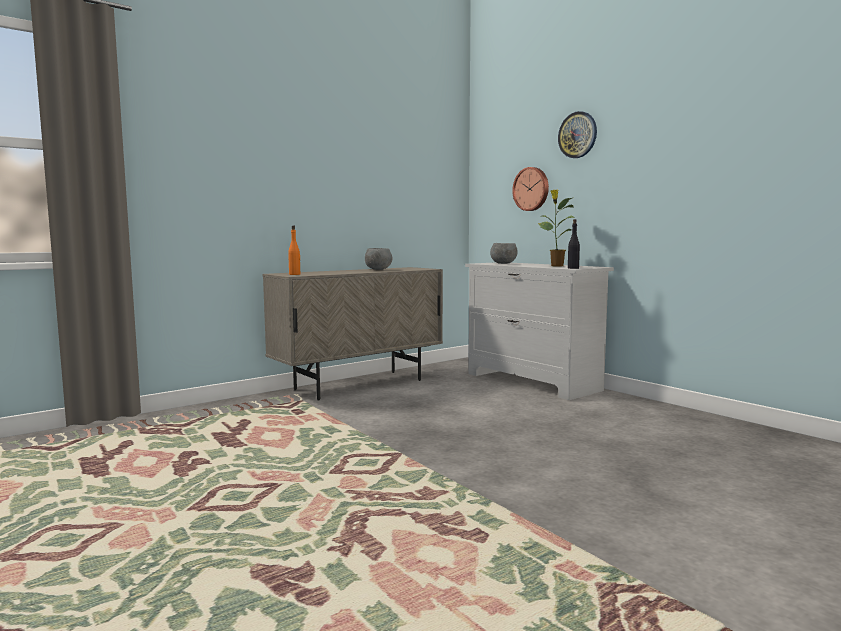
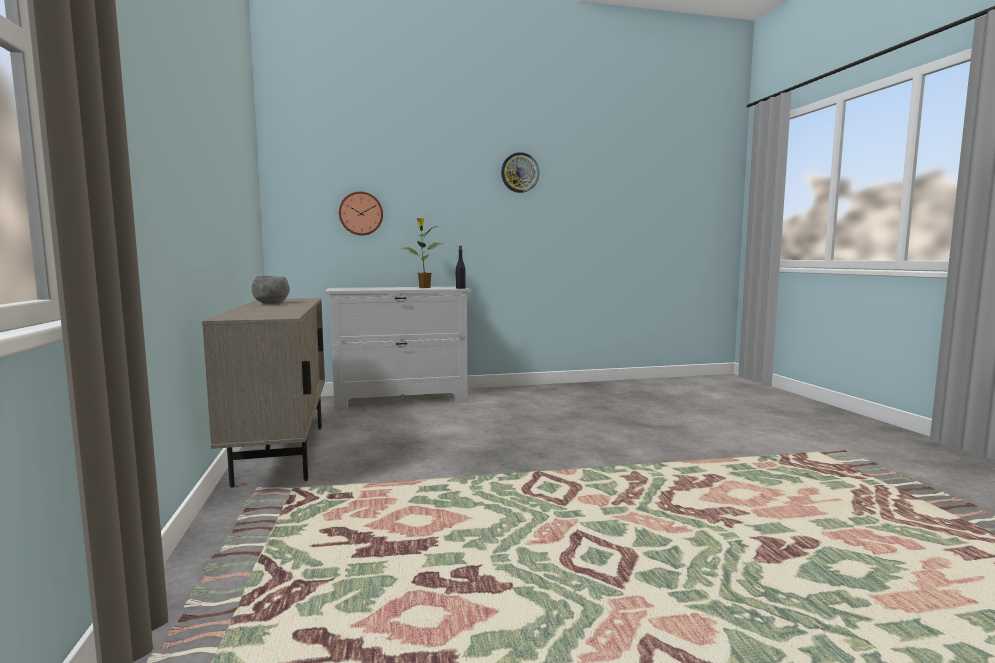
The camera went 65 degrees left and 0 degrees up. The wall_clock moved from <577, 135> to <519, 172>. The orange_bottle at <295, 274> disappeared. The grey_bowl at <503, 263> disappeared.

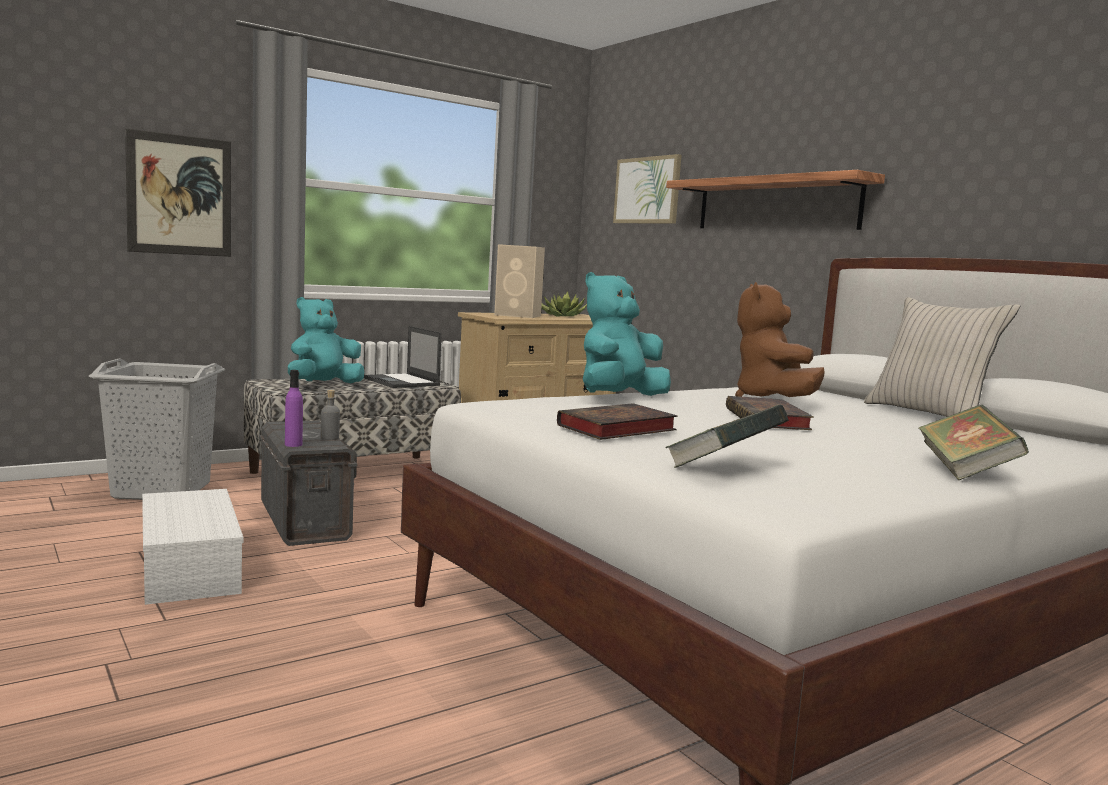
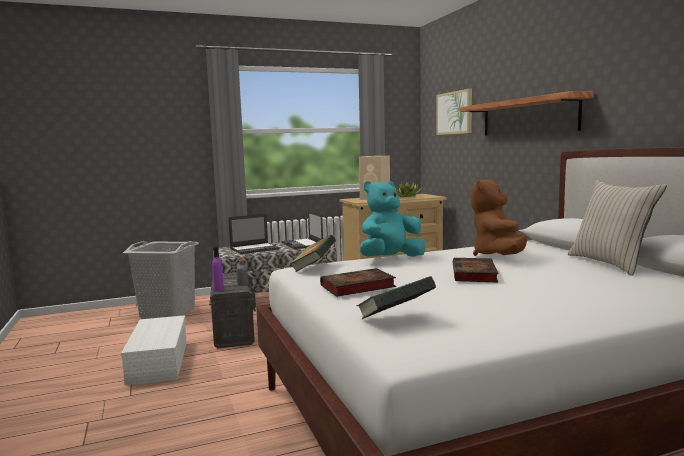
The camera went 15 degrees right and 0 degrees up. The turquoise_plush_toy at <323, 384> was replaced by the laptop at <255, 249>. The book moved from <965, 471> to <314, 267>. The picture at <180, 195> disappeared.

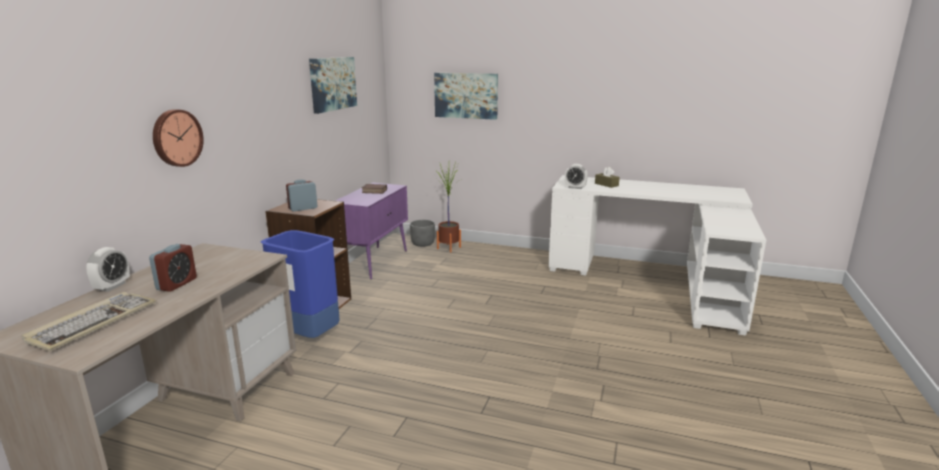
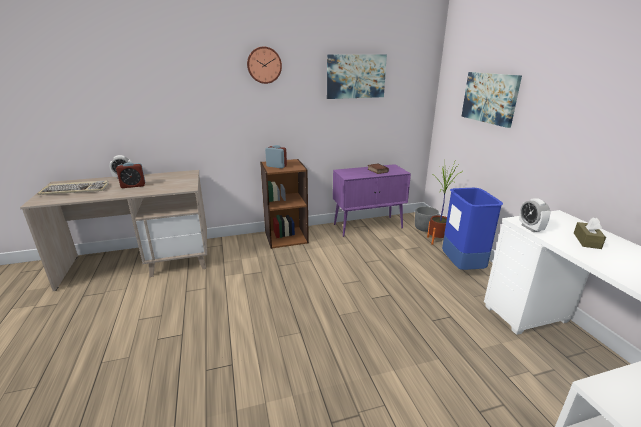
The camera went 55 degrees right and 5 degrees up. The wall_clock moved from <176, 138> to <264, 65>. The blue_trash_can moved from <307, 336> to <461, 266>.

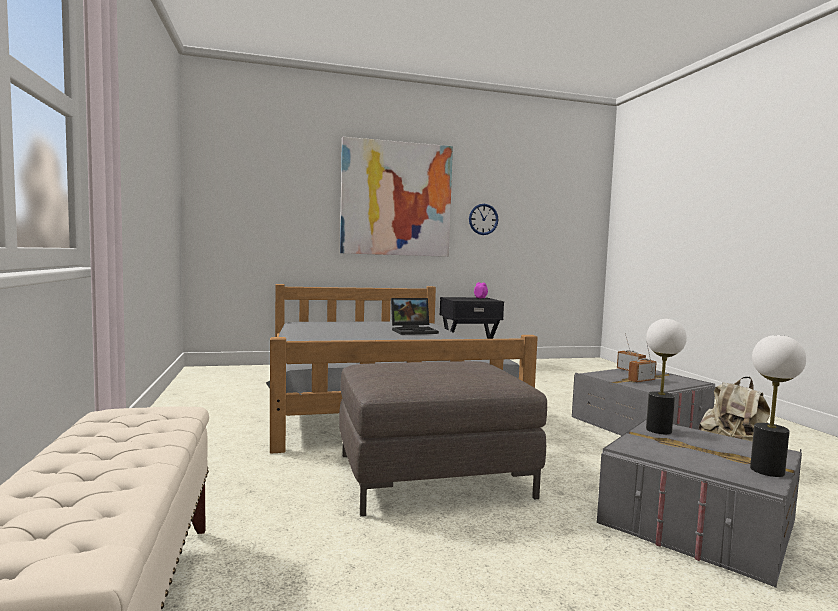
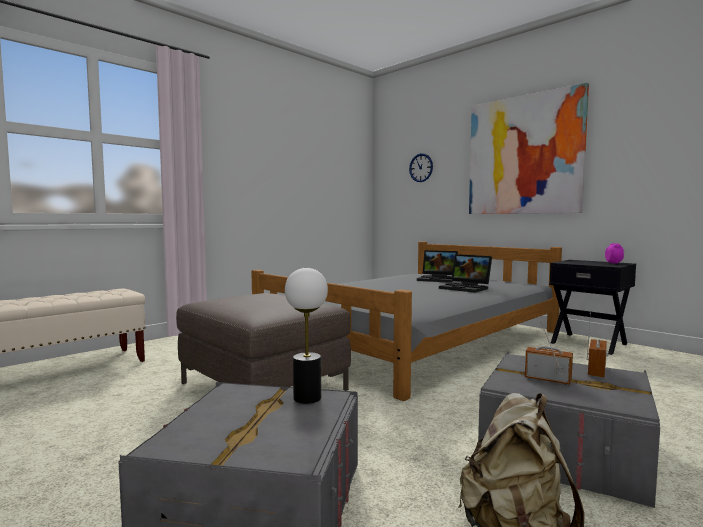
The camera went 60 degrees right and 0 degrees up. The wall_clock moved from <483, 219> to <421, 167>. The laptop at <438, 279> appeared. The table_lamp at <766, 470> disappeared.

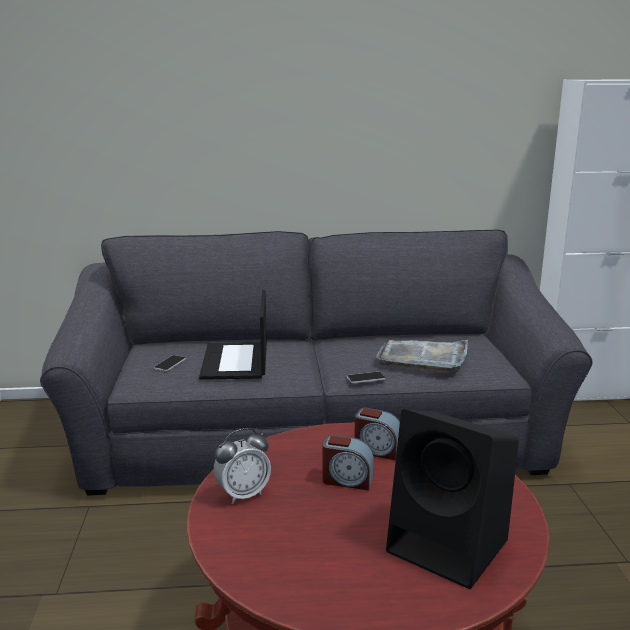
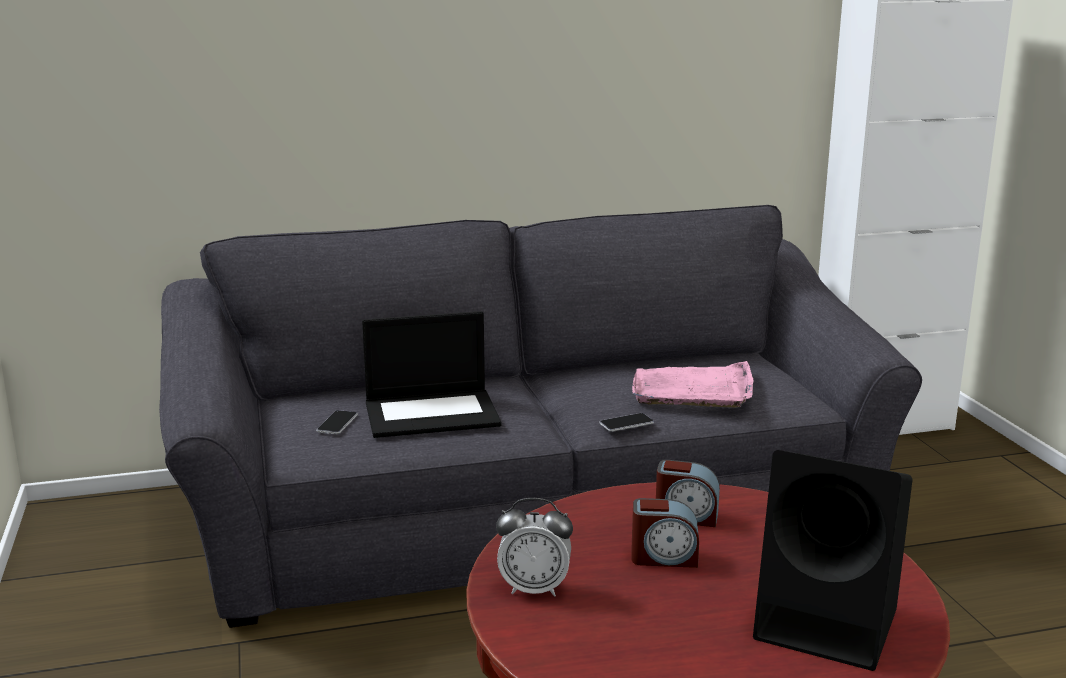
The camera went 10 degrees left and 0 degrees up. The laptop at <236, 361> turned 90 degrees counterclockwise. The alarm_clock at <243, 494> turned 45 degrees clockwise. The grey_tray at <423, 357> became the pink_tray at <693, 390>.

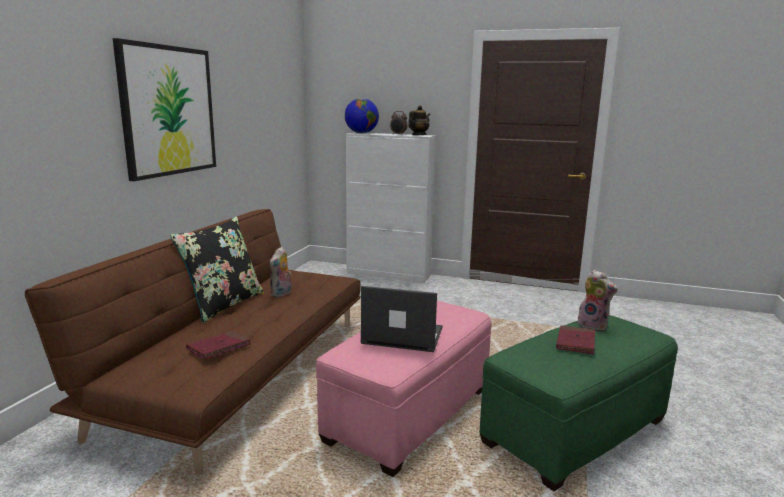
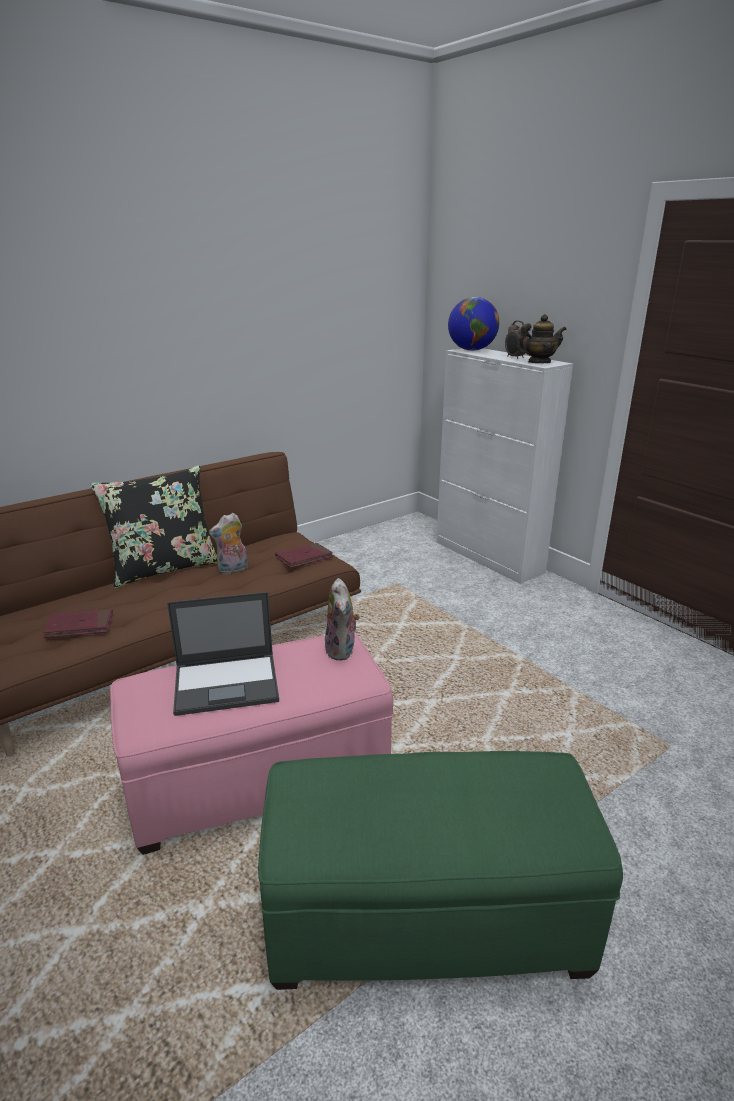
The camera went 35 degrees right and 10 degrees up. The laptop at <401, 335> turned 120 degrees clockwise. The red_book moved from <575, 342> to <304, 558>. The plush_toy moved from <594, 326> to <342, 650>. The picture at <168, 111> disappeared.

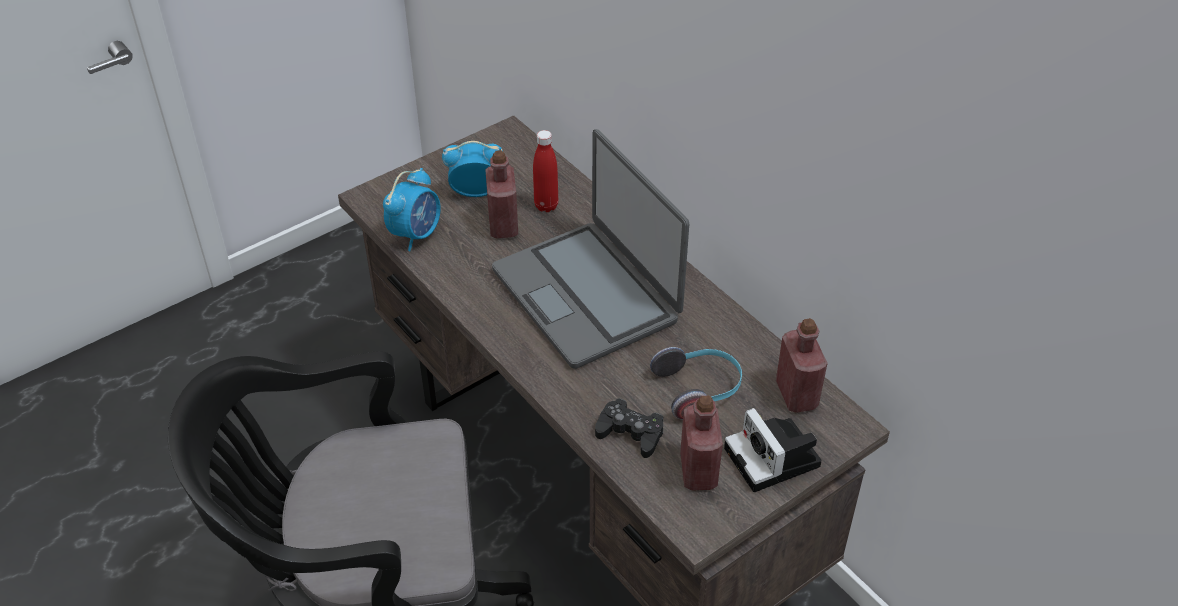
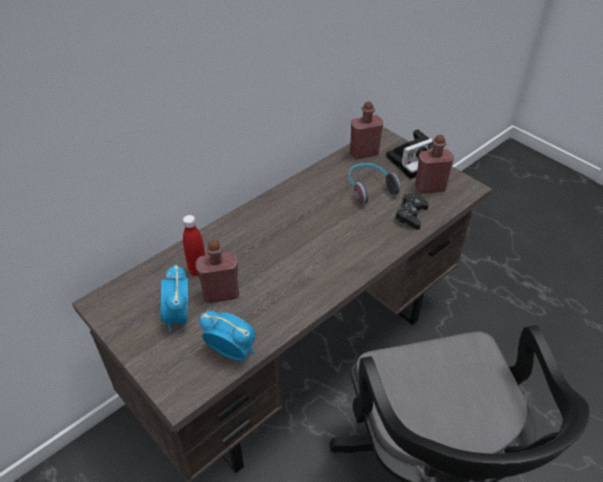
The camera went 95 degrees left and 0 degrees up. The laptop at <587, 294> disappeared.

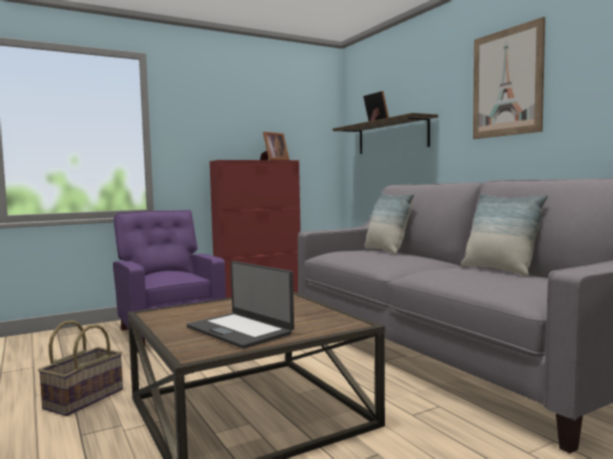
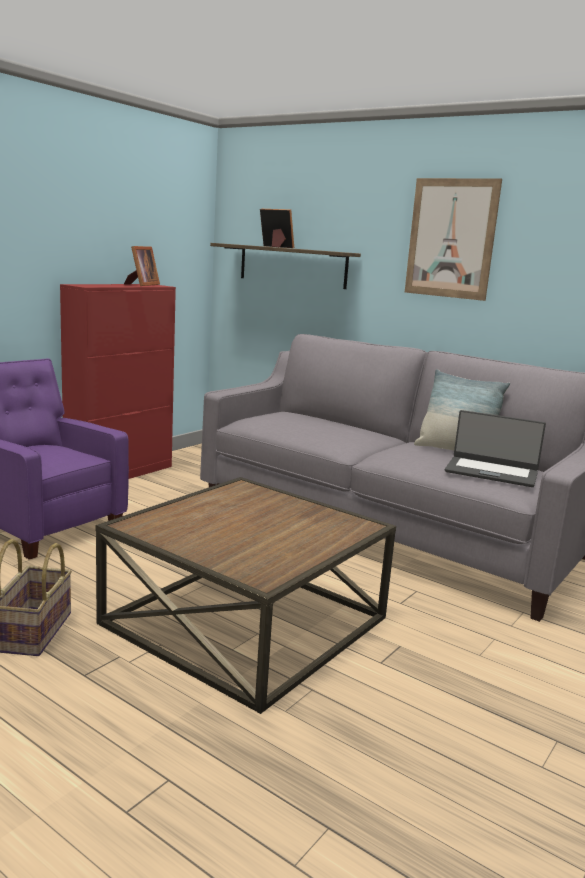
The camera went 25 degrees left and 10 degrees up. The laptop moved from <240, 330> to <491, 472>. The pillow at <386, 251> disappeared.

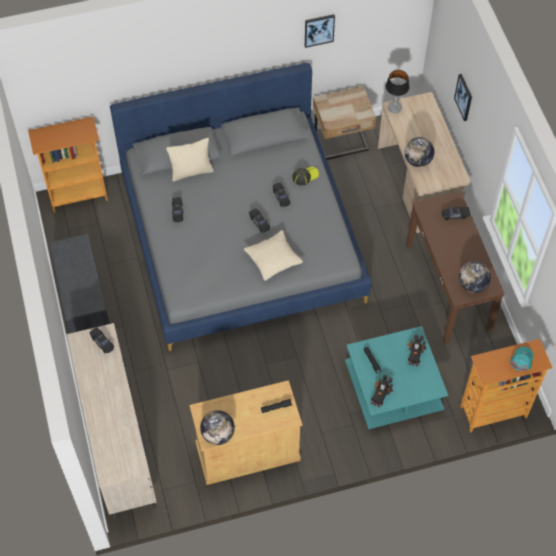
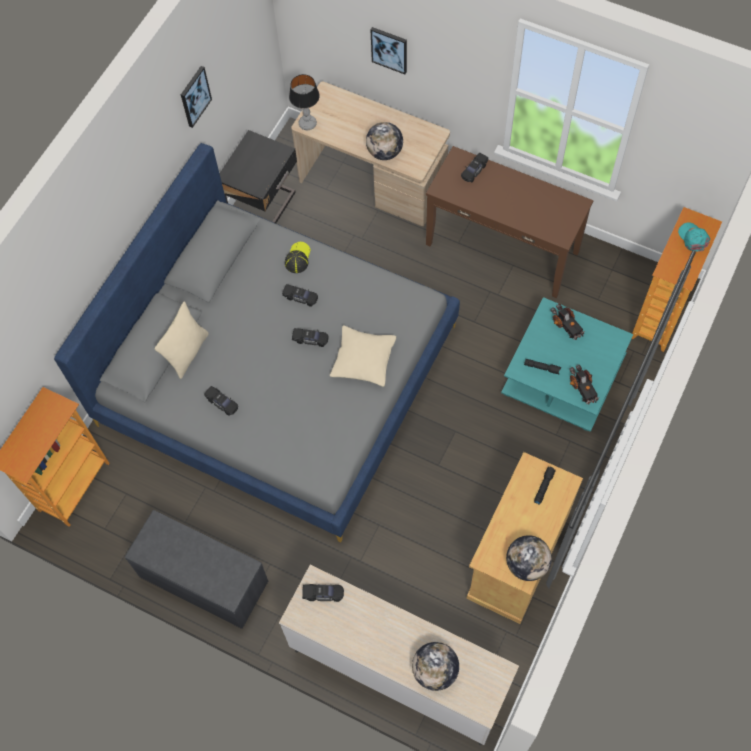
The camera went 45 degrees left and 5 degrees up. The beige_nightstand at <342, 143> became the black_nightstand at <264, 207>. The globe moved from <472, 285> to <435, 671>.

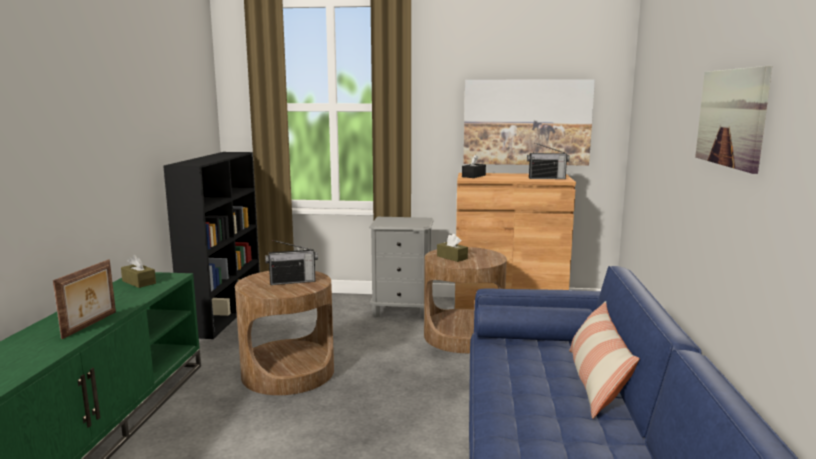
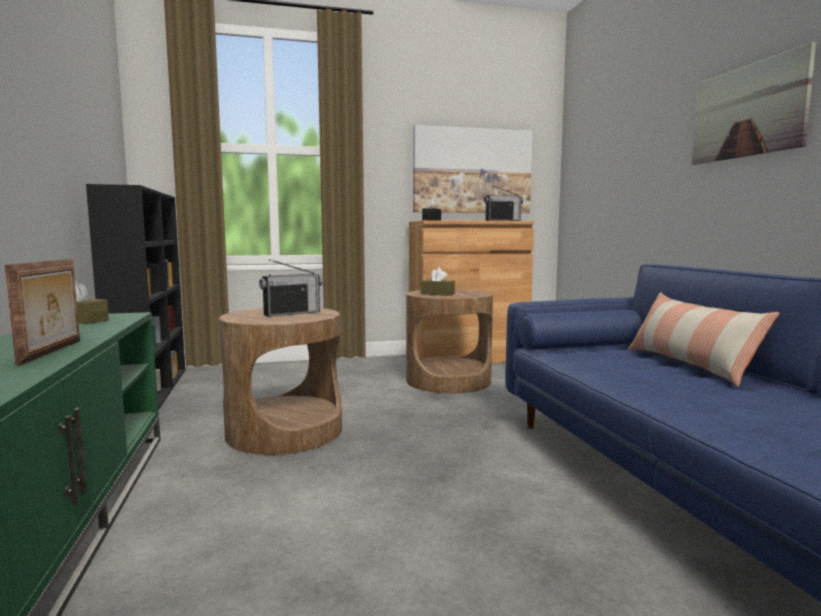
The camera went 20 degrees left and 5 degrees down. The grey_nightstand at <402, 310> disappeared.

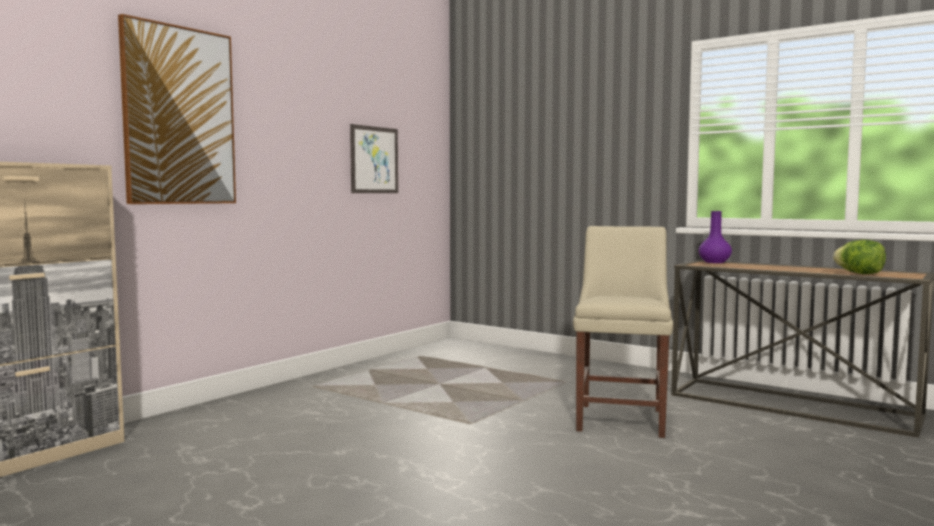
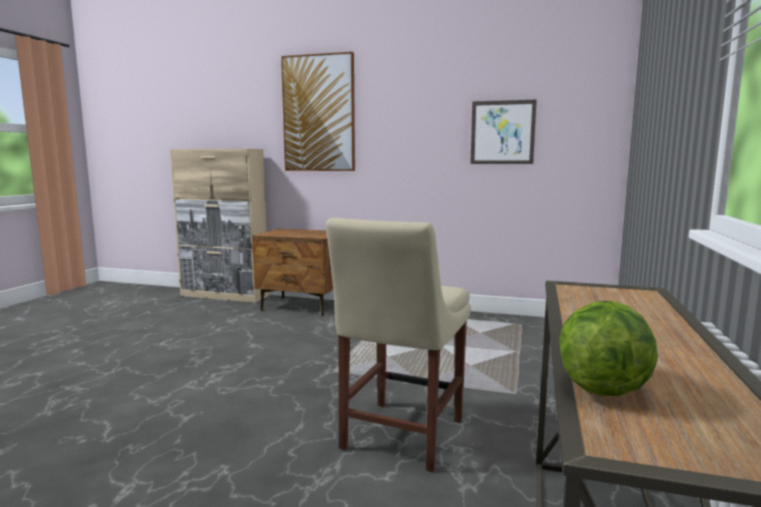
The camera went 70 degrees right and 5 degrees up. The brown_nightstand at <302, 306> appeared. The beige_chair at <621, 418> turned 120 degrees clockwise. The purple_vase at <715, 262> disappeared.

